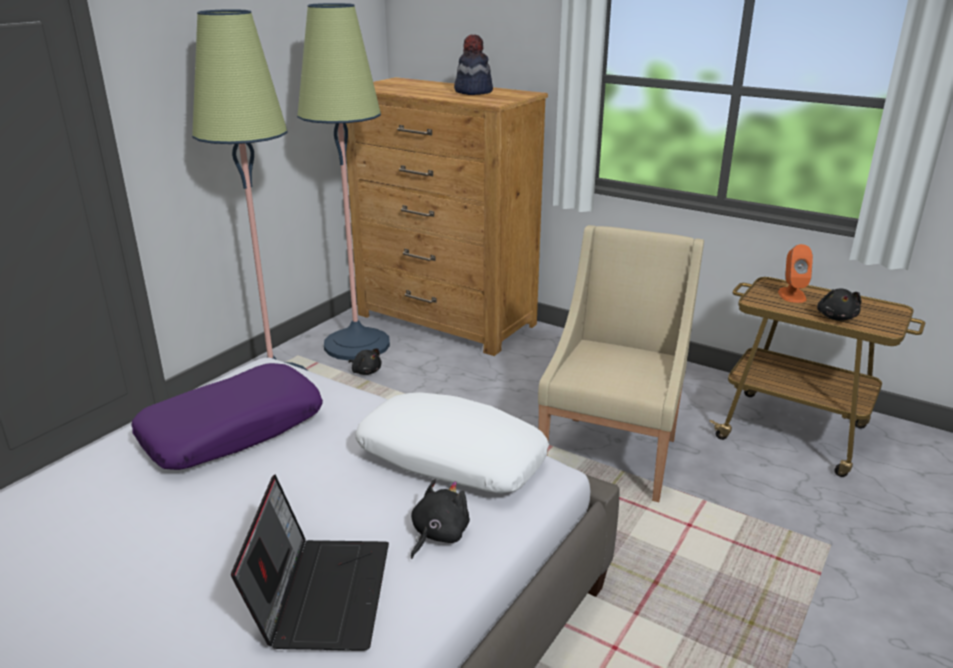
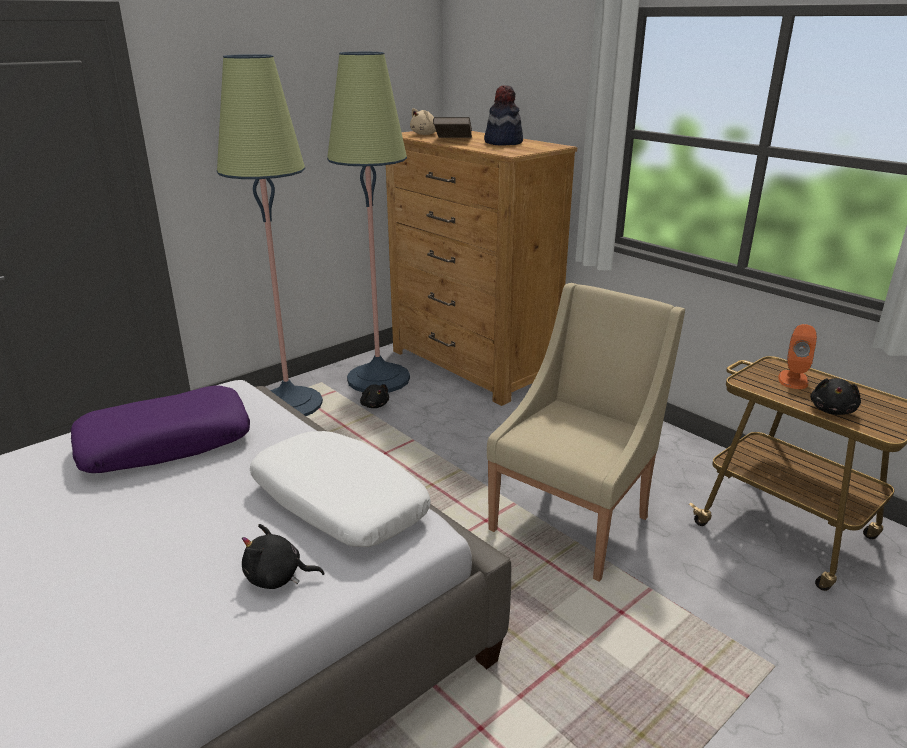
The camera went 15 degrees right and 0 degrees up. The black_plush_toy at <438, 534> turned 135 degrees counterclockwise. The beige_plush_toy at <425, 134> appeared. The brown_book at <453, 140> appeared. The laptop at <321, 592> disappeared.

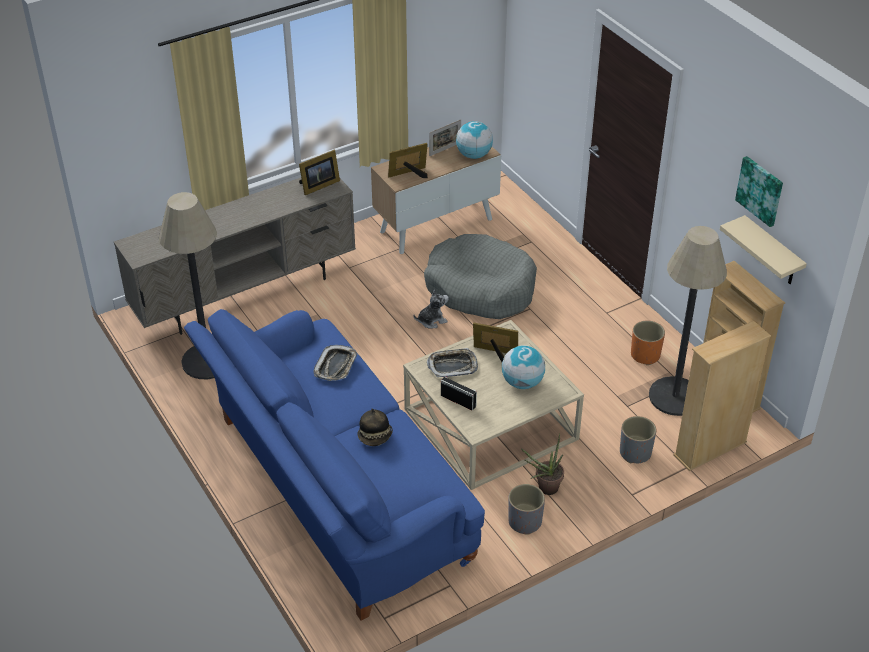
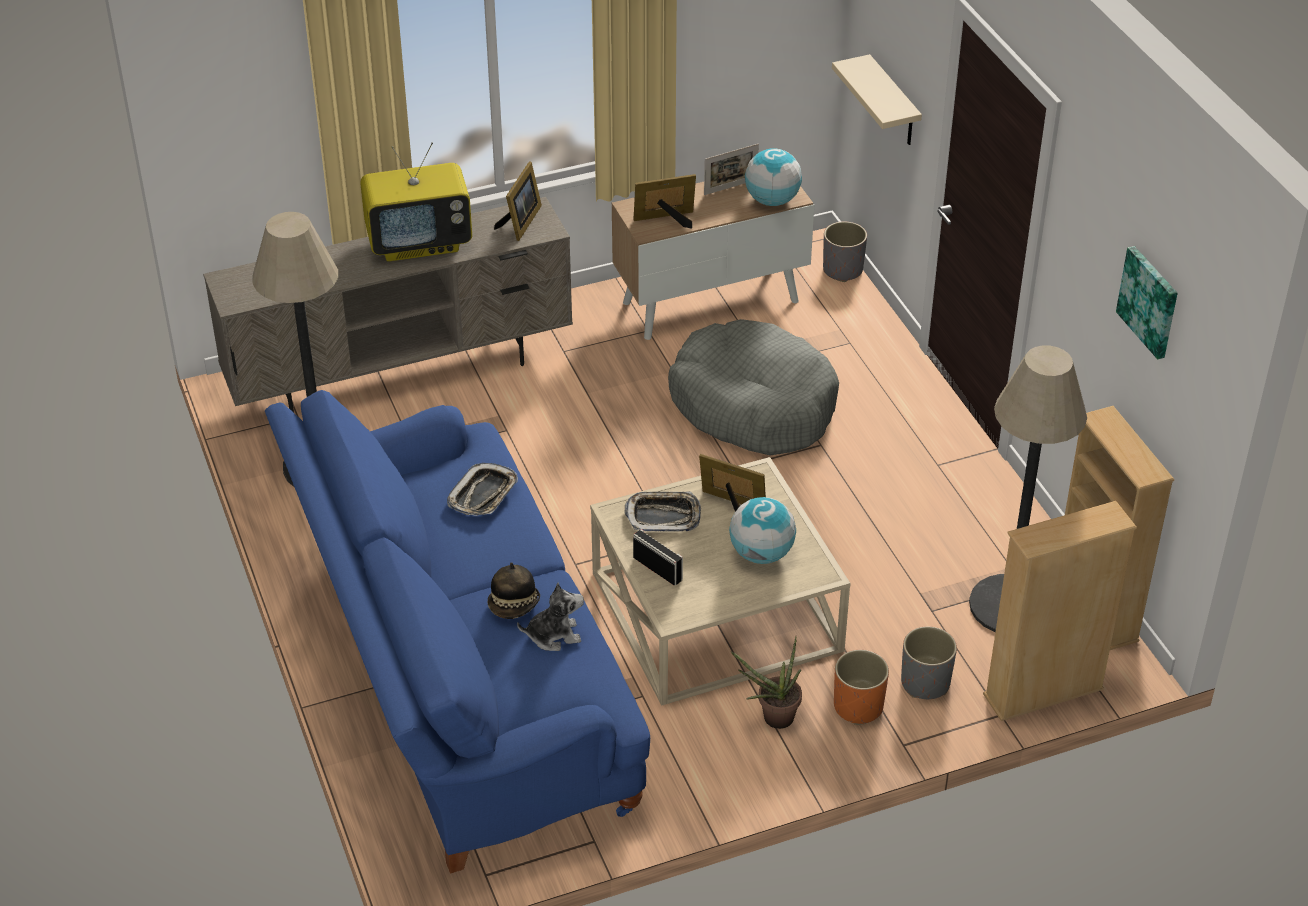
The camera went 10 degrees right and 0 degrees up. The television at <420, 243> appeared. The picture_frame at <318, 185> turned 45 degrees counterclockwise. The plush_toy moved from <431, 320> to <553, 635>. The grey_planter moved from <525, 521> to <842, 270>. The beige_shelf moved from <772, 252> to <893, 103>. The orange_planter moved from <645, 355> to <858, 706>.

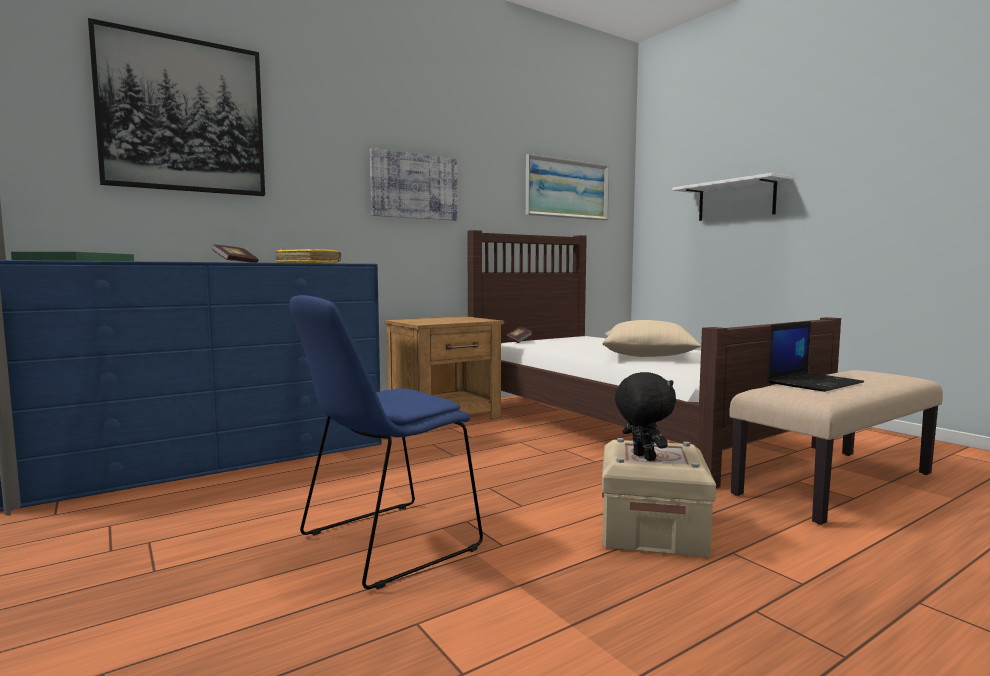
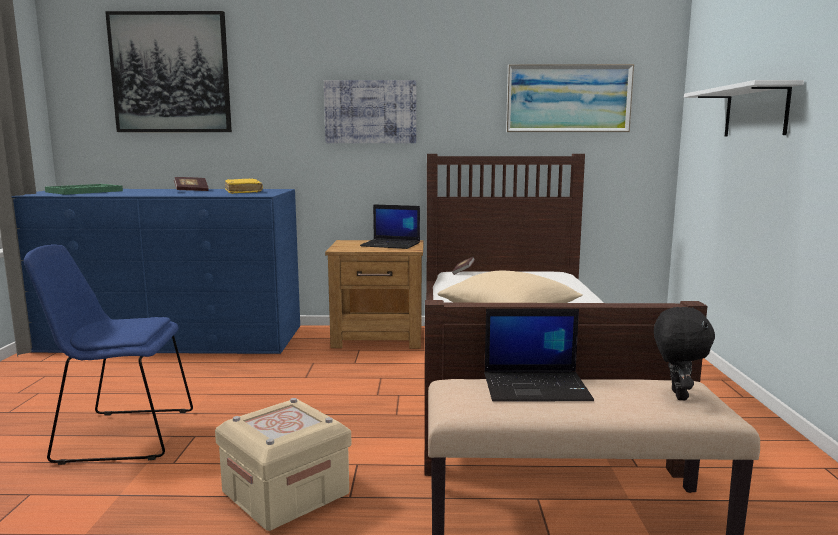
The camera went 35 degrees right and 5 degrees up. The laptop at <391, 244> appeared. The black_plush_toy moved from <642, 457> to <676, 395>.

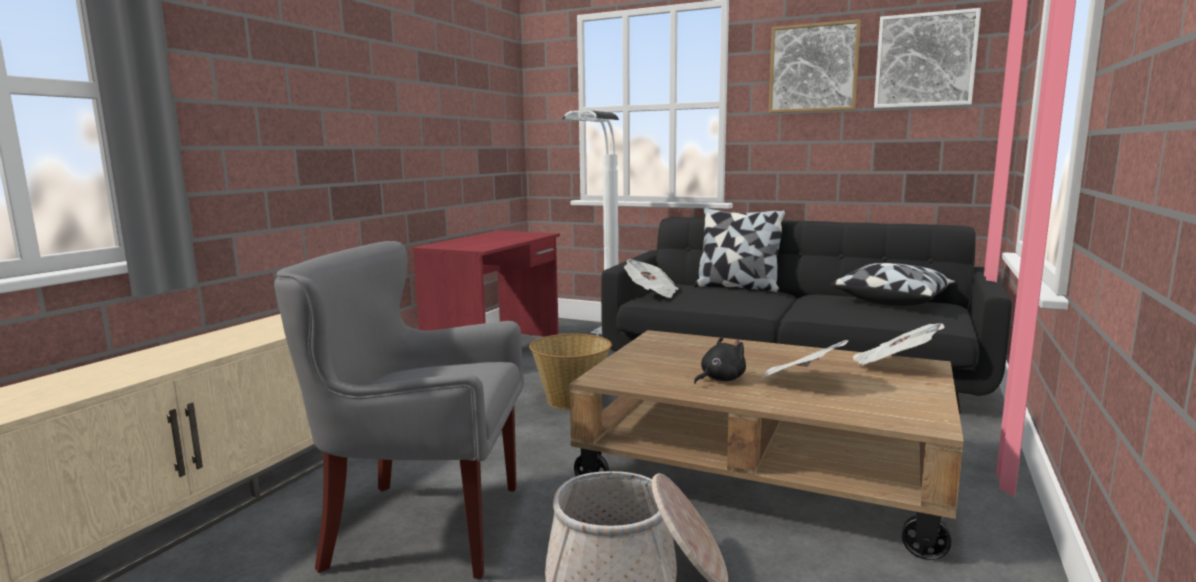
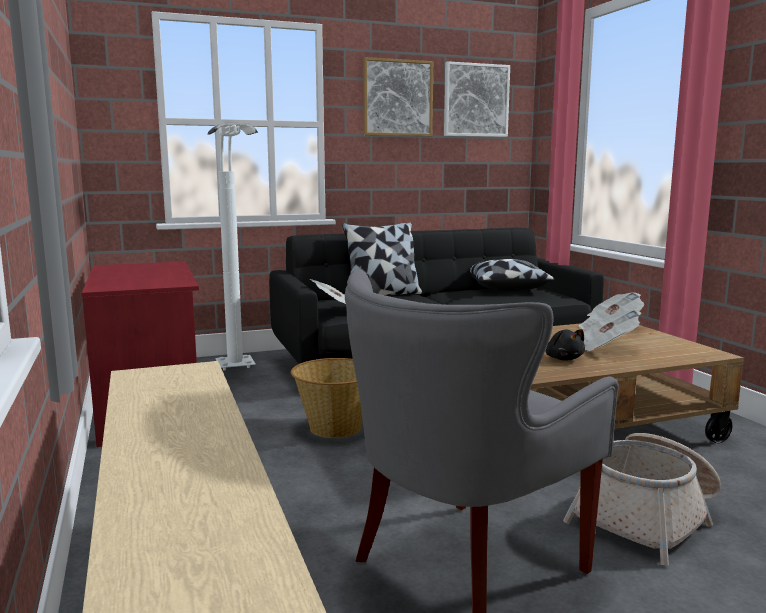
The camera went 45 degrees left and 0 degrees up. The black_plush_toy at <720, 379> turned 150 degrees clockwise.

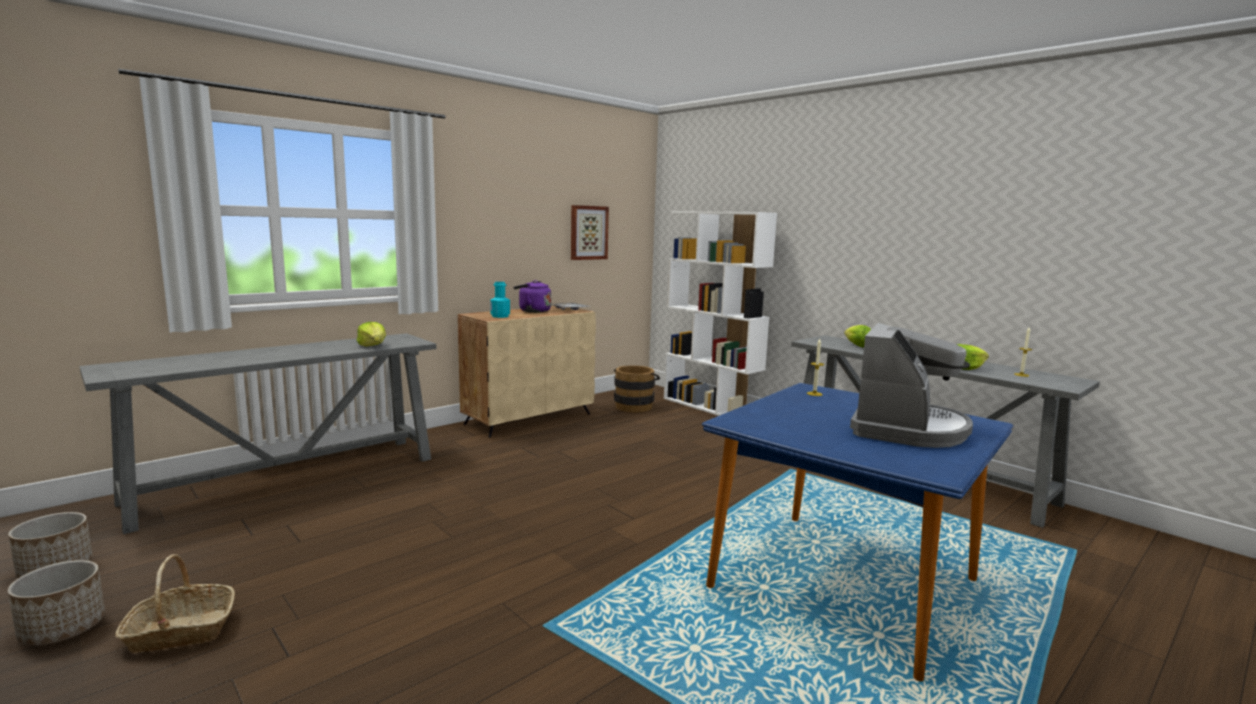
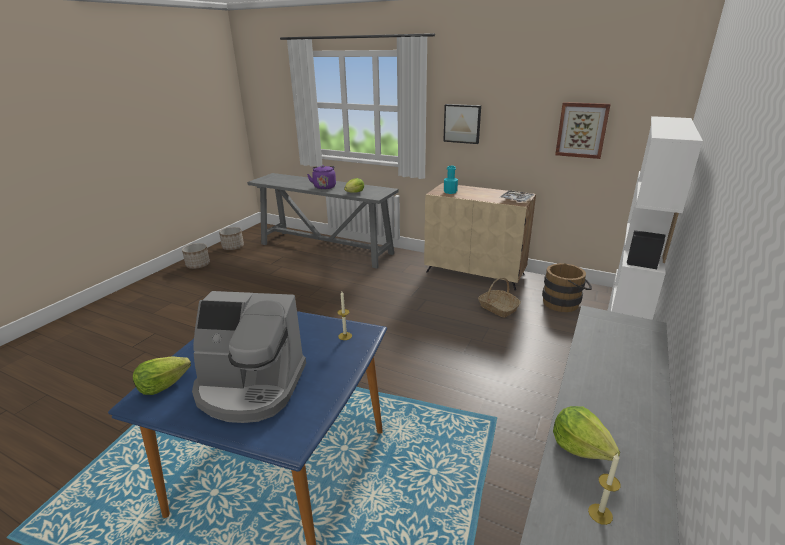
The camera went 70 degrees right and 15 degrees up. The lettuce moved from <858, 346> to <163, 385>. The purple_kettle moved from <532, 311> to <324, 187>. The picture at <462, 123> appeared. The basket moved from <180, 632> to <498, 308>.

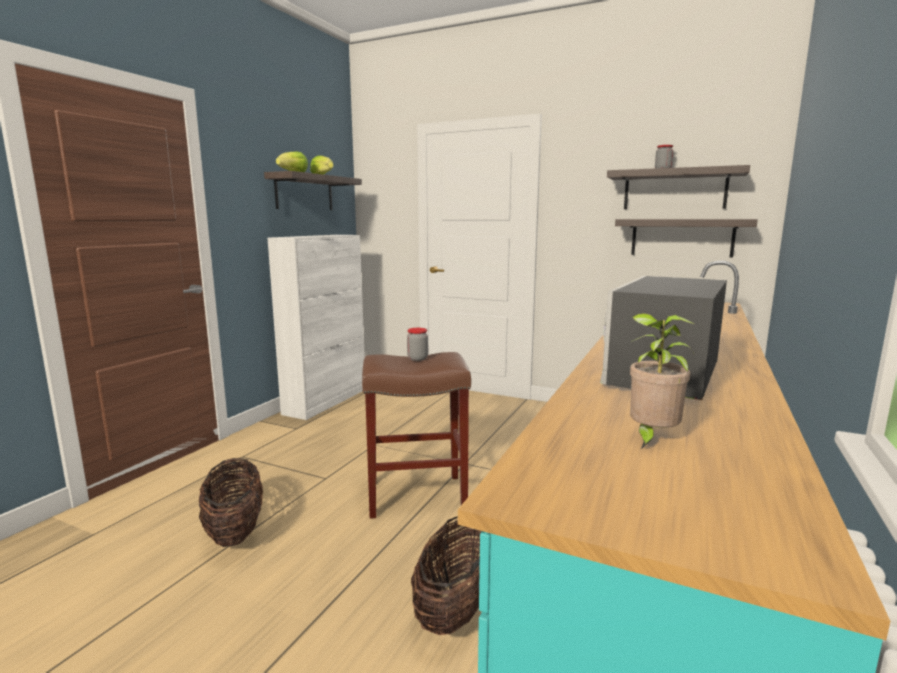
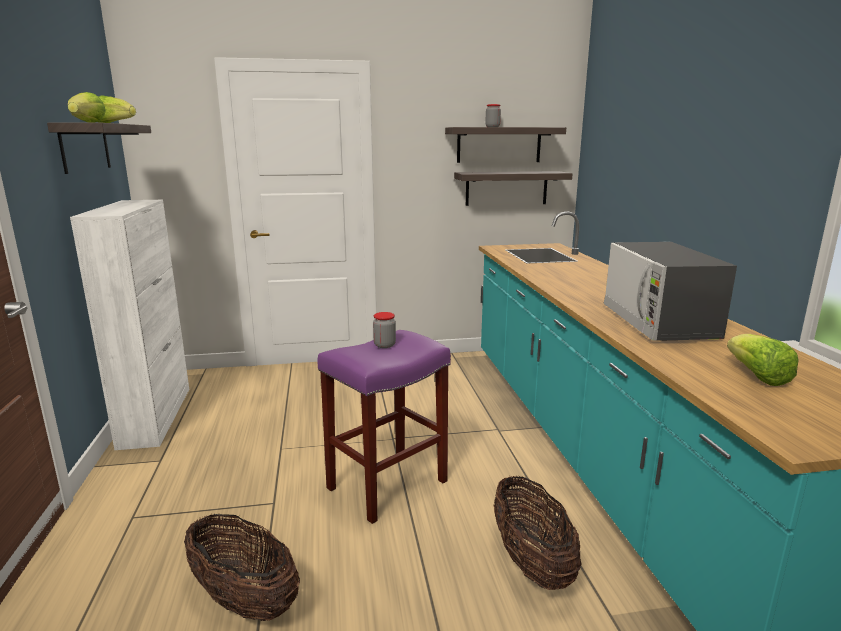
The camera went 35 degrees left and 5 degrees up. The brown_stool at <418, 495> became the purple_stool at <388, 484>. The potted_plant at <651, 438> was replaced by the lettuce at <757, 376>.

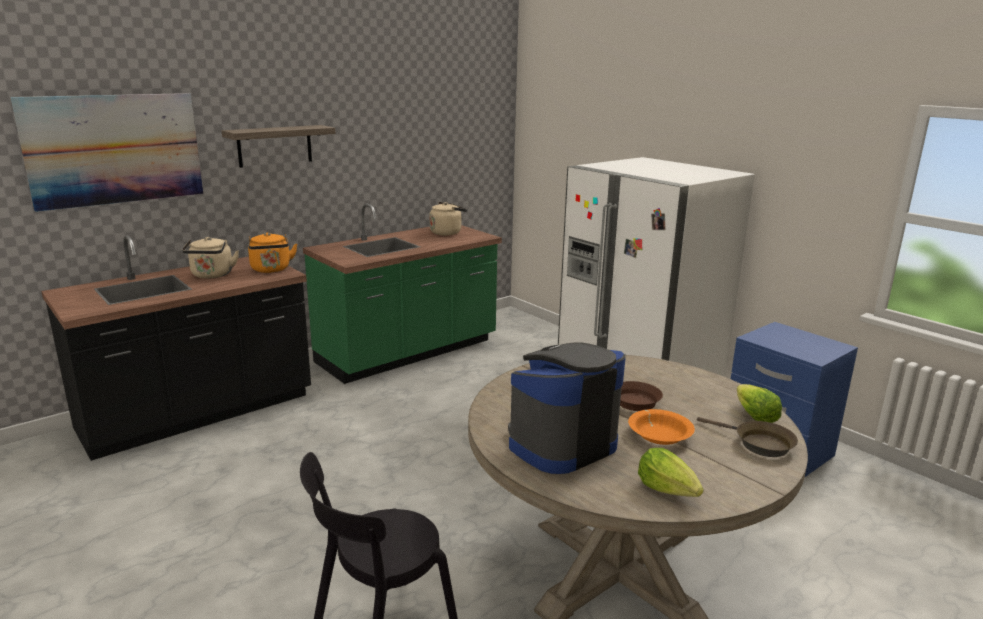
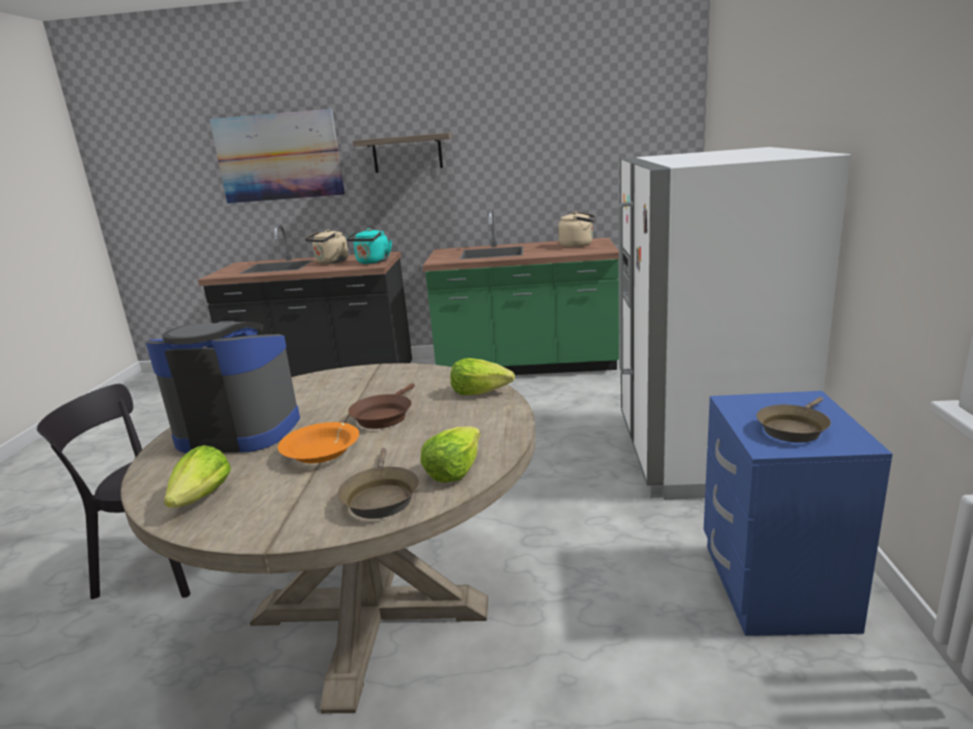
The camera went 45 degrees right and 0 degrees up. The orange_kettle at <271, 270> became the turquoise_kettle at <372, 262>. The lettuce at <480, 392> appeared. The brown_frying_pan at <793, 428> appeared.

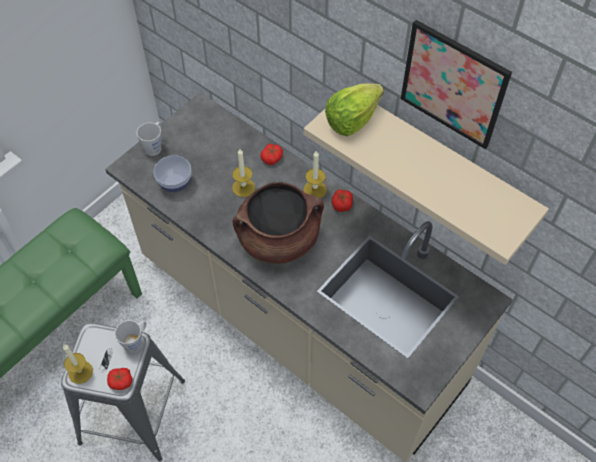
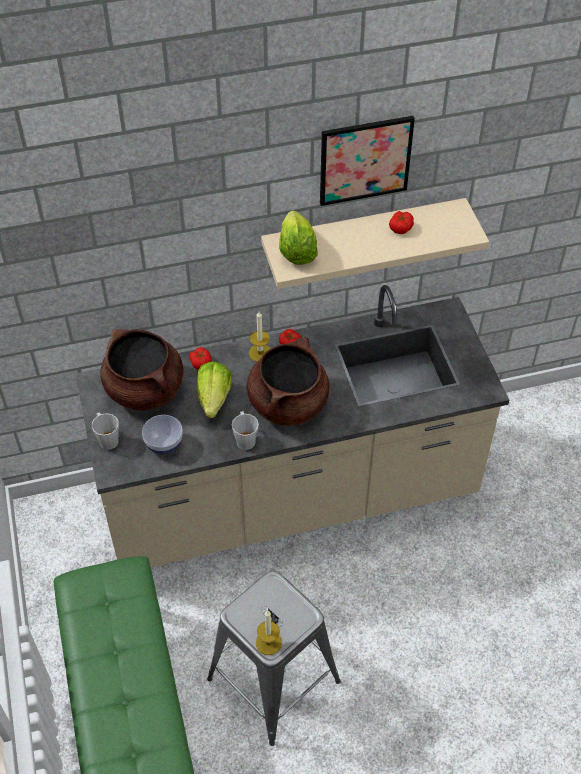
The camera went 55 degrees left and 5 degrees down. The brown_cooking_pot at <145, 389> appeared. The candle at <243, 187> was replaced by the lettuce at <214, 398>. The grey_mug moved from <136, 341> to <245, 438>. The tomato moved from <121, 381> to <401, 228>.

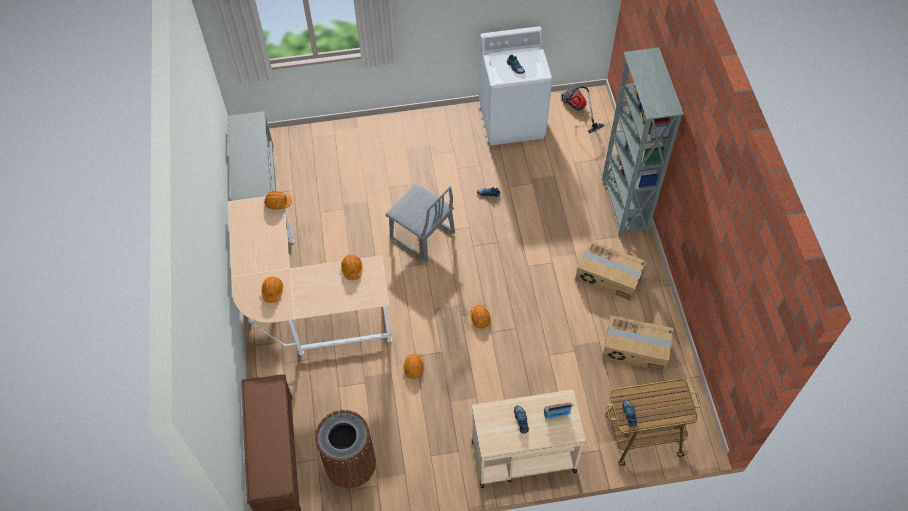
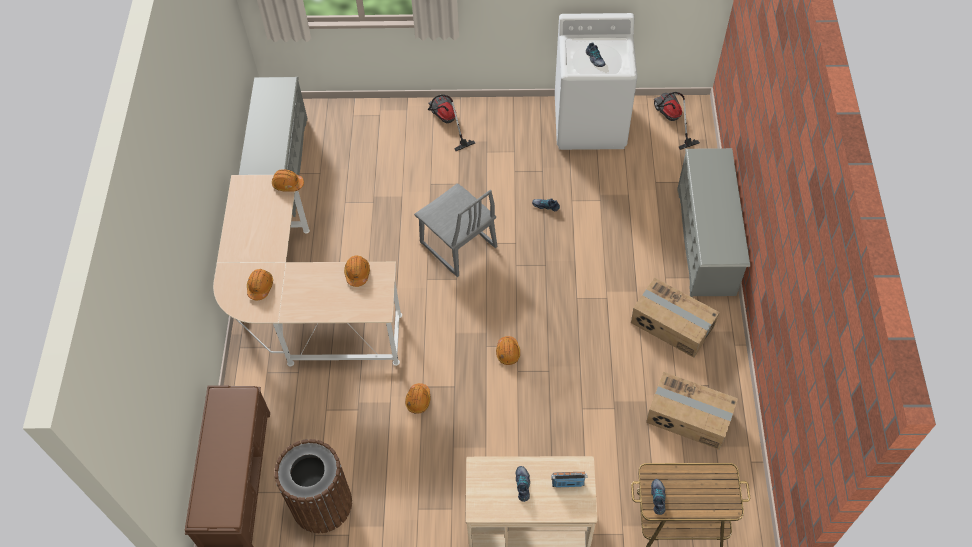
The camera went 10 degrees right and 0 degrees up. The vacuum_cleaner at <446, 122> appeared. The grey_bookcase at <624, 206> was replaced by the grey_shoe_rack at <706, 241>.

